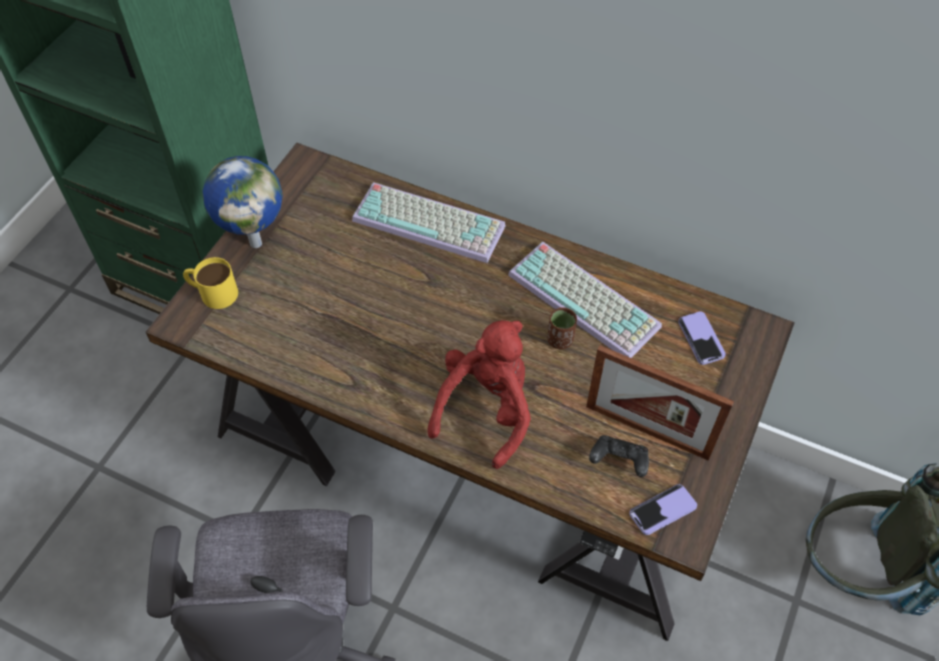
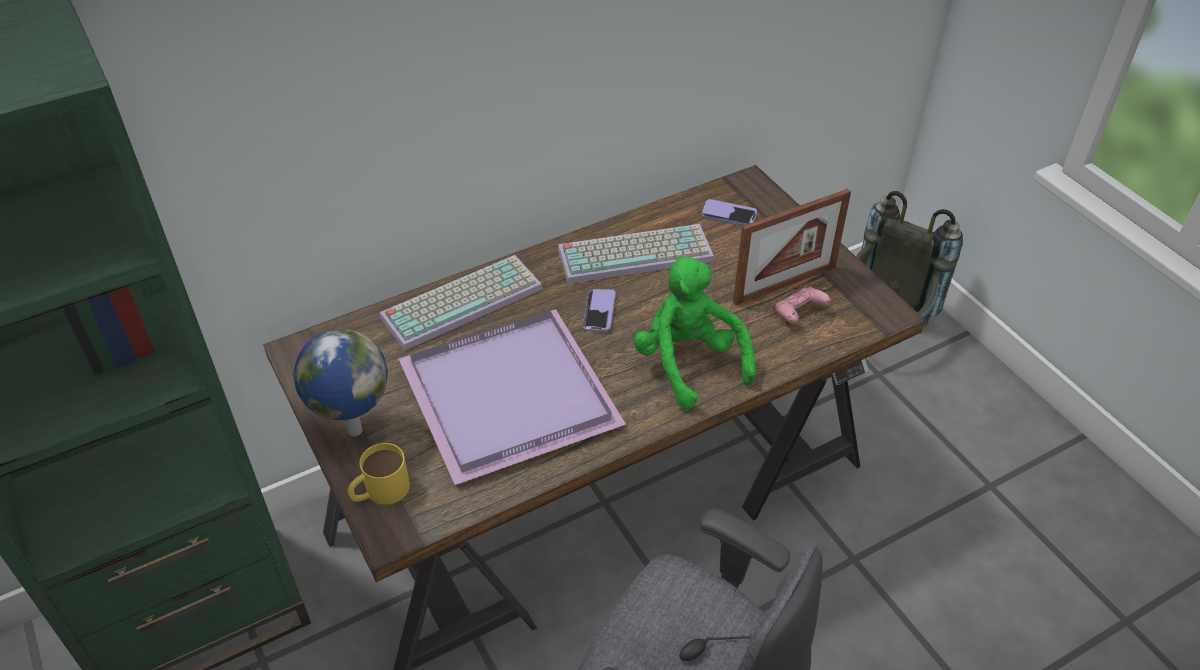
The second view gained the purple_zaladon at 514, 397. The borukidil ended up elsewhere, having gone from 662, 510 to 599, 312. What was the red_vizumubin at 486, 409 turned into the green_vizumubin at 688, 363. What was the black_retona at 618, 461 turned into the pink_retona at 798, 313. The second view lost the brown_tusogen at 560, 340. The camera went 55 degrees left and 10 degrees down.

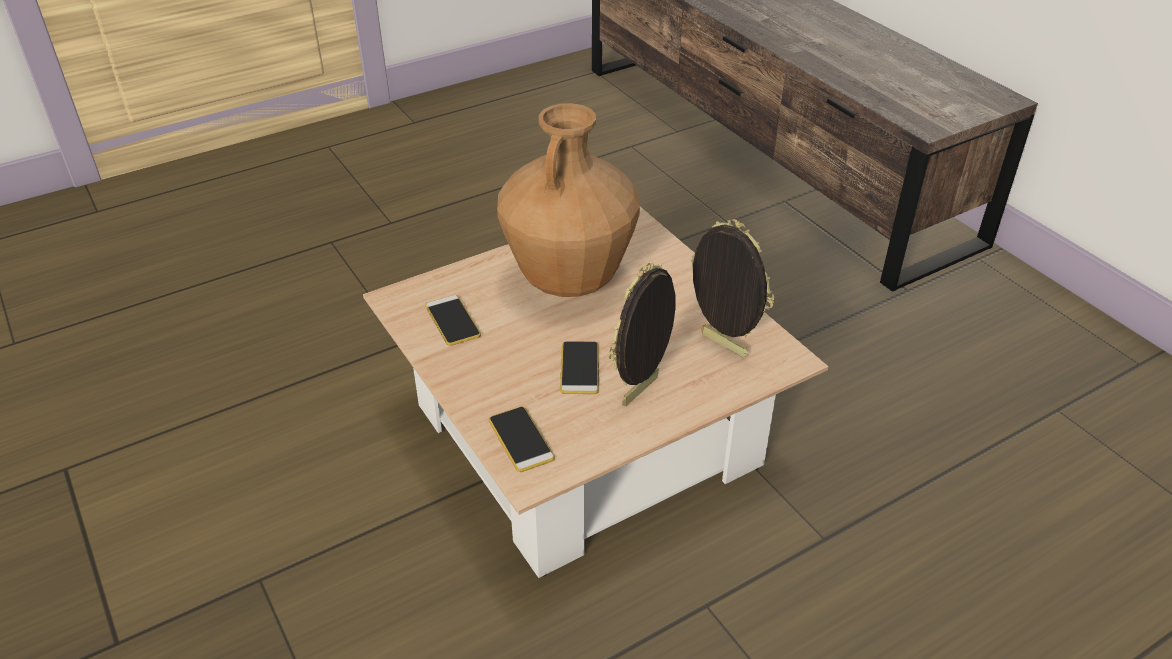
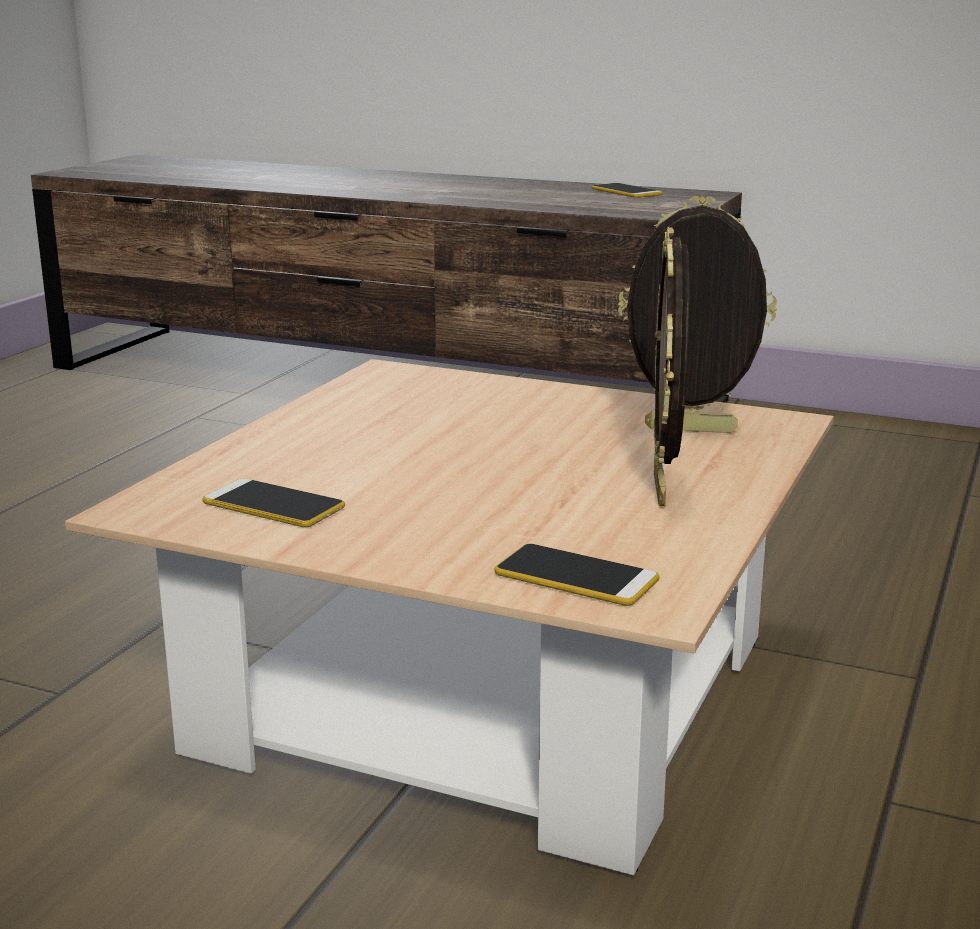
The borukidil ended up elsewhere, having gone from 580, 368 to 626, 192. The second view lost the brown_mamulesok at 569, 280. The camera went 35 degrees left and 20 degrees down.

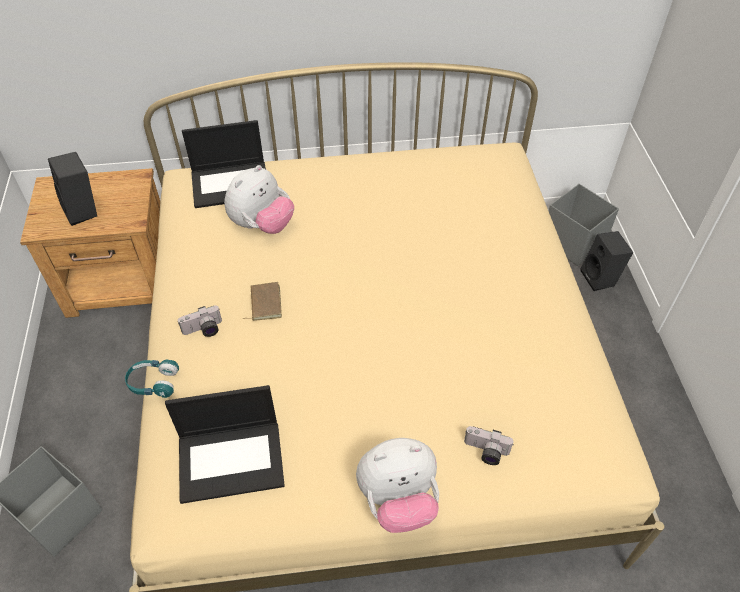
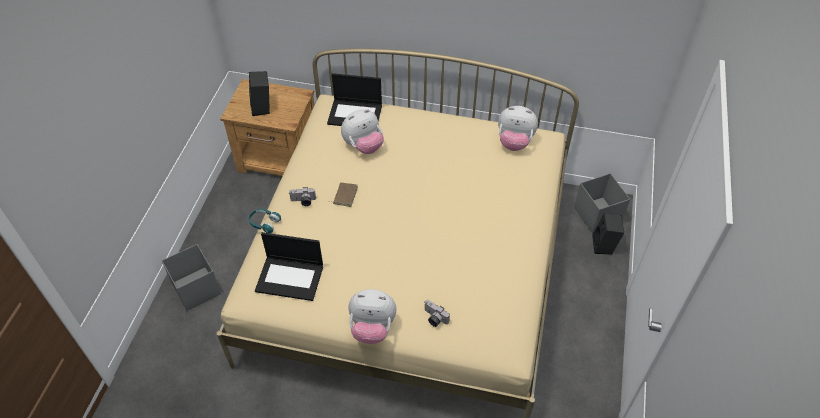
The second view gained the vizumubin at 514, 142. The camera went 20 degrees right and 0 degrees up.

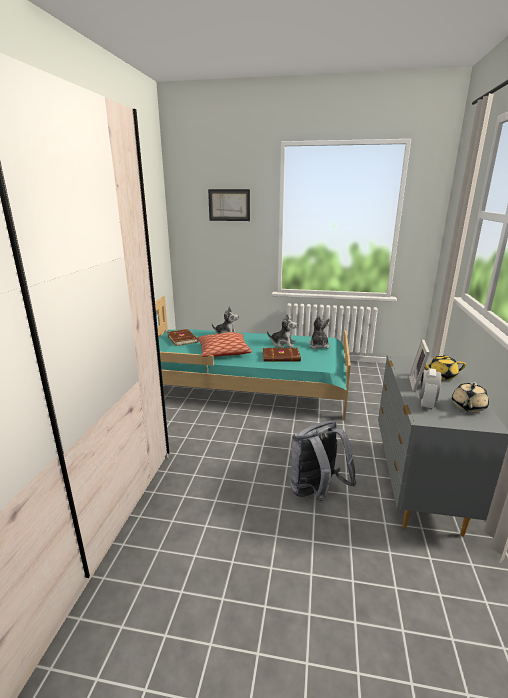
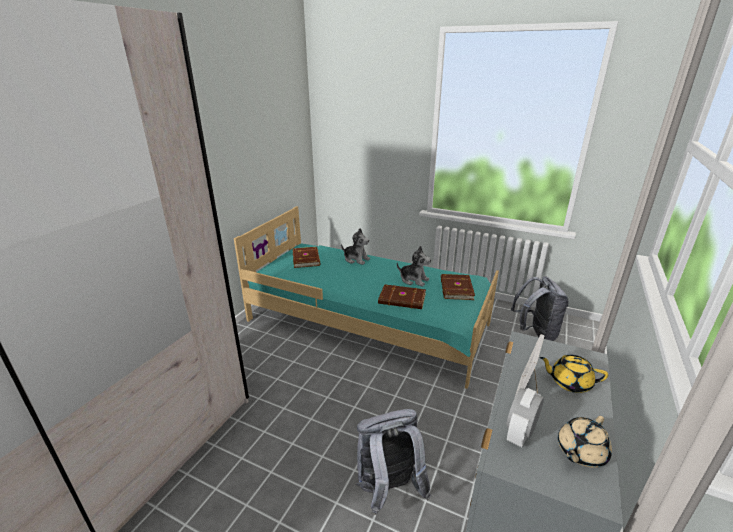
Where the vizumubin stood at 318, 346, the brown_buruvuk came to stand at 455, 289. The second view gained the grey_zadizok at 535, 333. The second view lost the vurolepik at 223, 352. The second view lost the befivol at 229, 205. The camera went 15 degrees right and 5 degrees up.

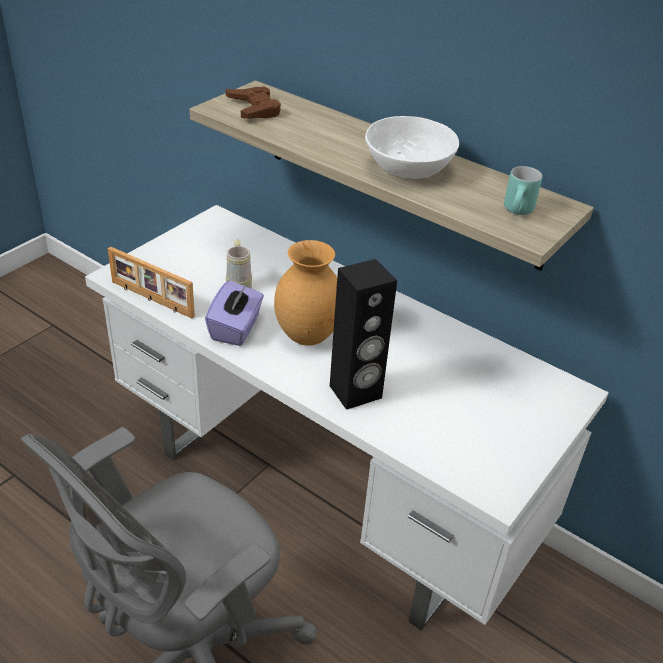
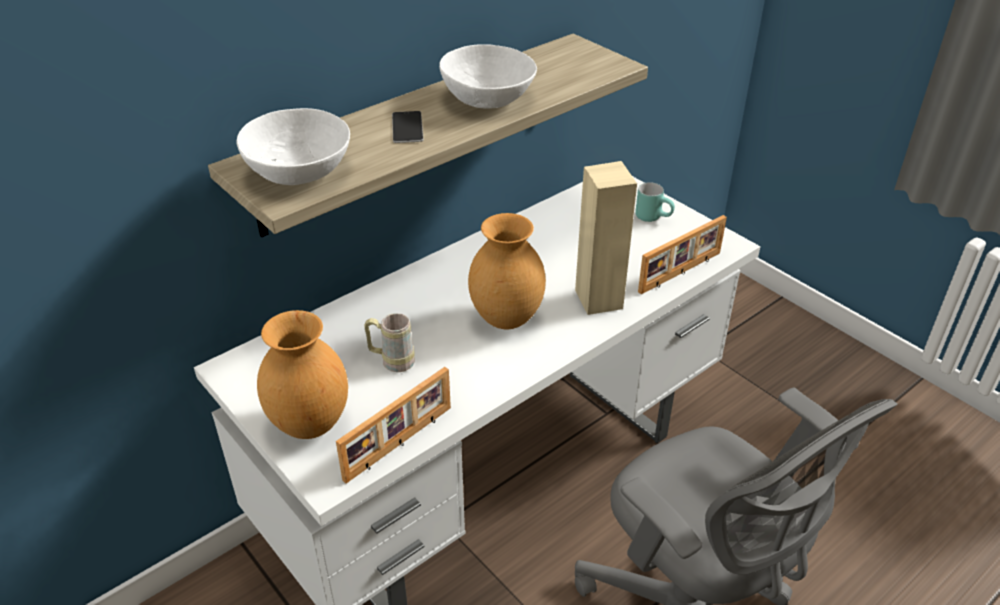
Where the brown_retona stood at 254, 109, the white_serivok came to stand at 300, 172. The second view gained the brown_mamulesok at 309, 425. The second view gained the borukidil at 407, 127. What was the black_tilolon at 356, 392 turned into the beige_tilolon at 599, 299. The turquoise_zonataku ended up elsewhere, having gone from 519, 212 to 654, 217. The second view gained the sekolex at 681, 273. The second view lost the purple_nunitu at 236, 328. The camera went 75 degrees left and 0 degrees up.

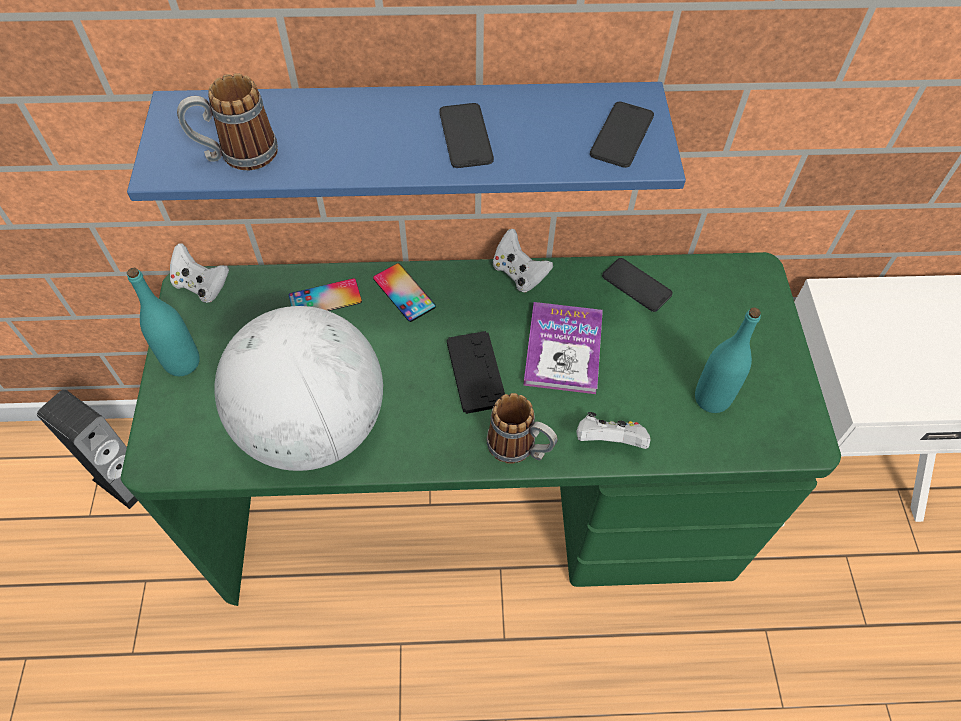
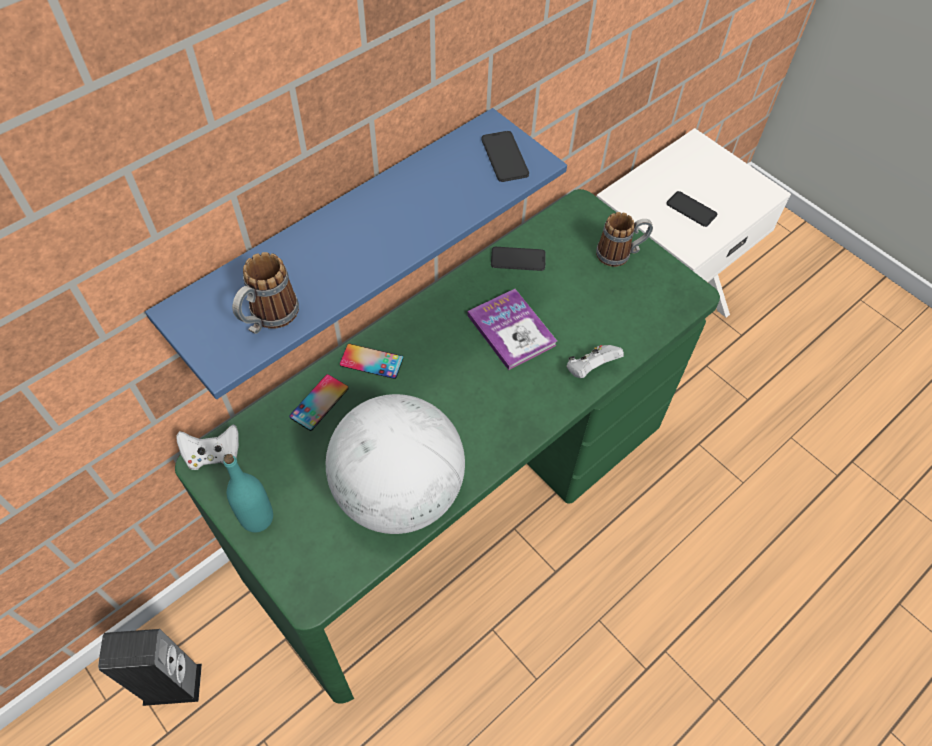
The zonataku ended up elsewhere, having gone from 520, 448 to 620, 254. The borukidil ended up elsewhere, having gone from 466, 136 to 691, 209. The second view lost the black_retona at 476, 373. The second view lost the white_retona at 519, 274. The second view lost the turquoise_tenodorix at 712, 398. The camera went 40 degrees left and 0 degrees up.

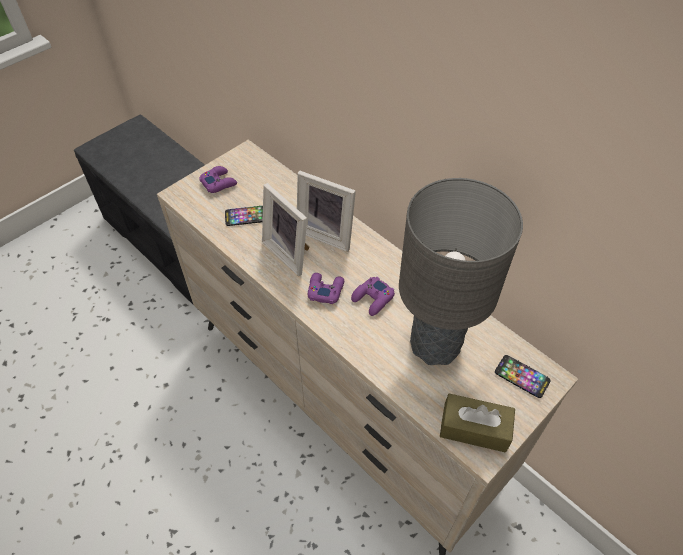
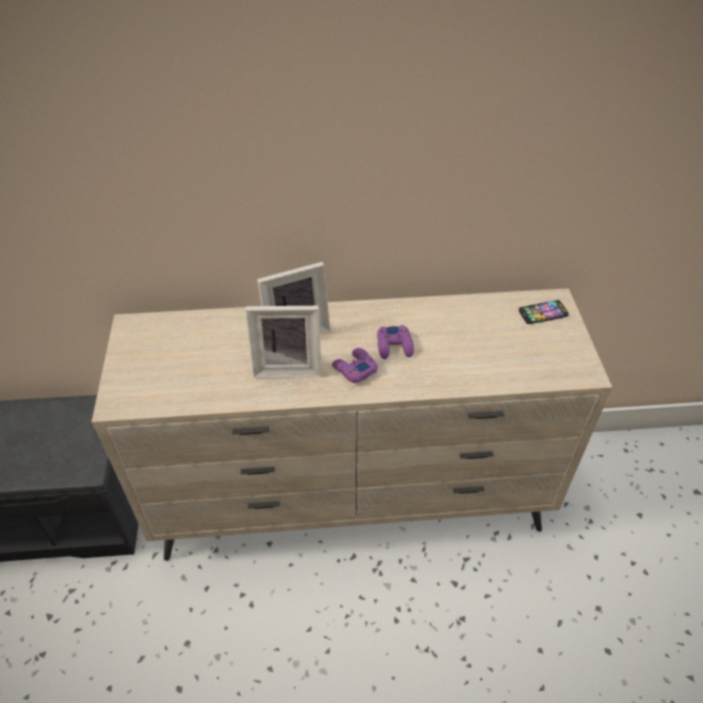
The second view lost the purple_retona at 219, 183. The second view lost the borukidil at 246, 216. The second view lost the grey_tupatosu at 434, 344. The second view lost the brown_nunitu at 474, 428. The camera went 50 degrees left and 5 degrees down.

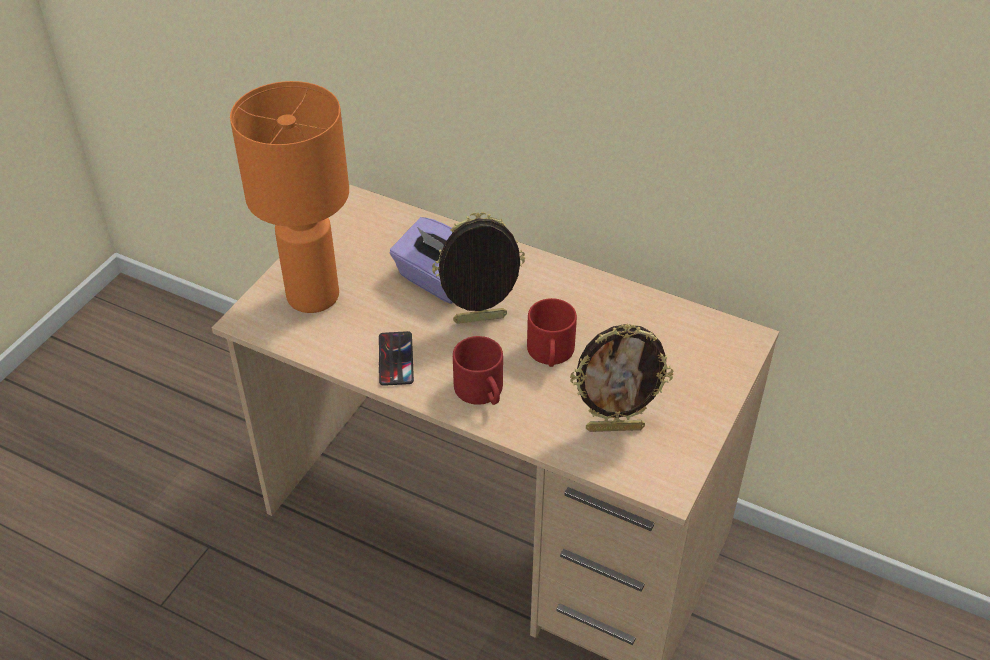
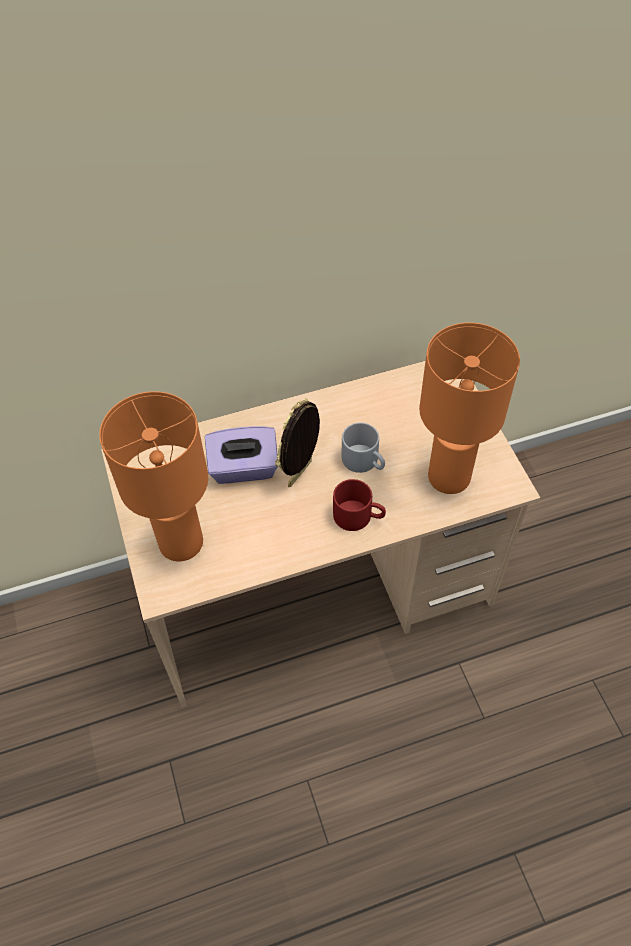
What was the red_zonataku at 551, 354 turned into the grey_zonataku at 365, 461. Where the sekolex stood at 615, 427, the orange_tupatosu came to stand at 448, 476. The second view lost the borukidil at 395, 359. The camera went 45 degrees left and 10 degrees up.

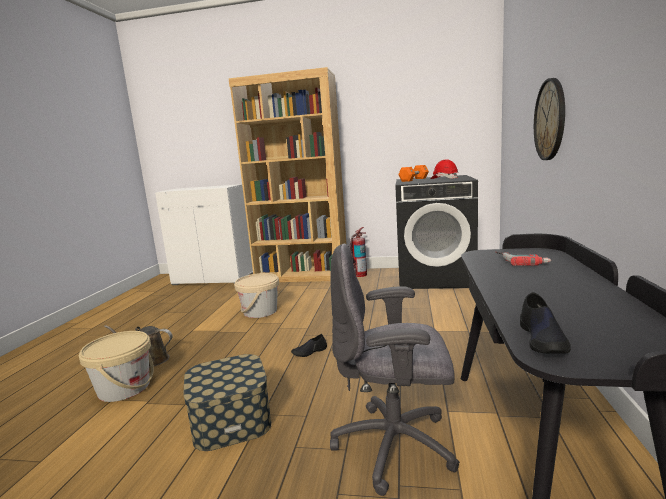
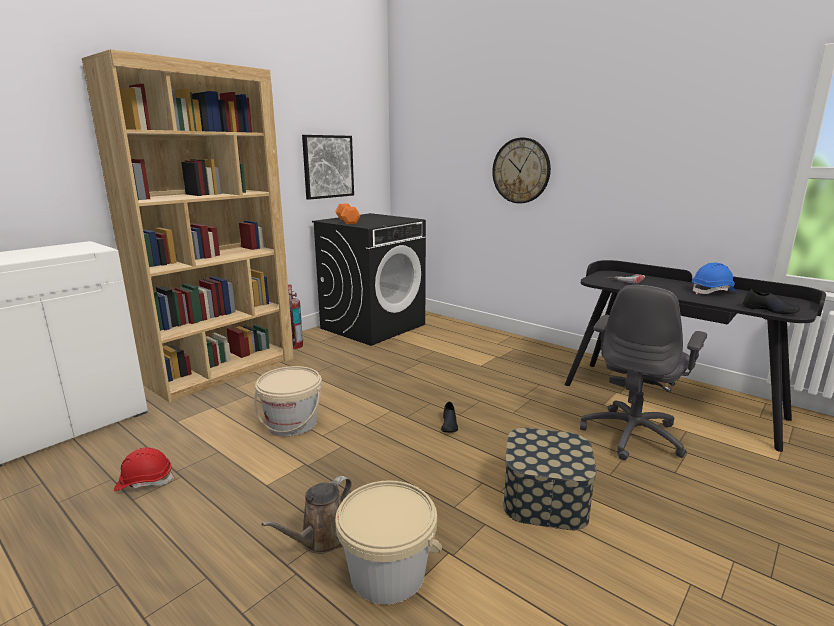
The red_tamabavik ended up elsewhere, having gone from 444, 179 to 144, 482. The second view gained the befivol at 328, 166. The second view gained the blue_tamabavik at 713, 292. The camera went 60 degrees left and 5 degrees up.

